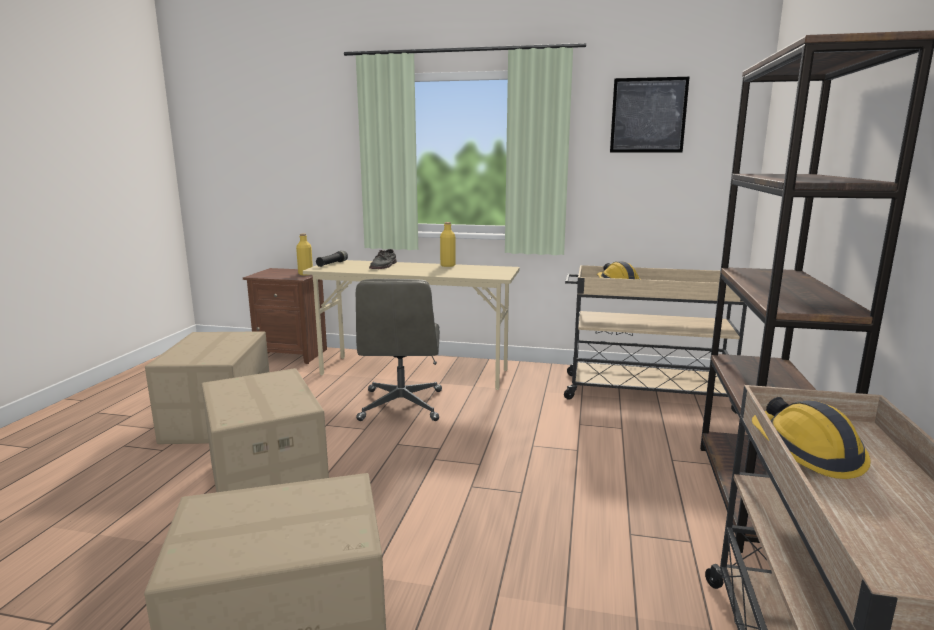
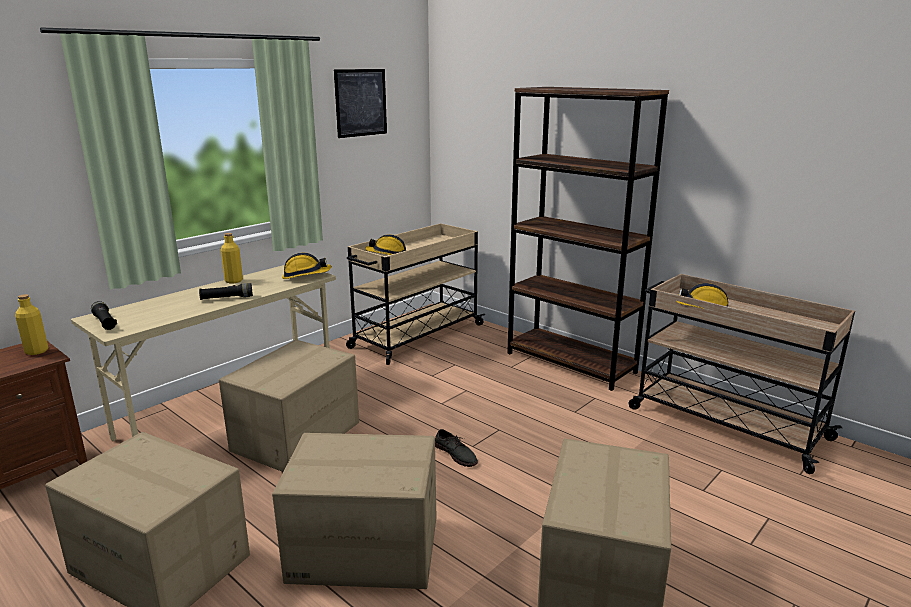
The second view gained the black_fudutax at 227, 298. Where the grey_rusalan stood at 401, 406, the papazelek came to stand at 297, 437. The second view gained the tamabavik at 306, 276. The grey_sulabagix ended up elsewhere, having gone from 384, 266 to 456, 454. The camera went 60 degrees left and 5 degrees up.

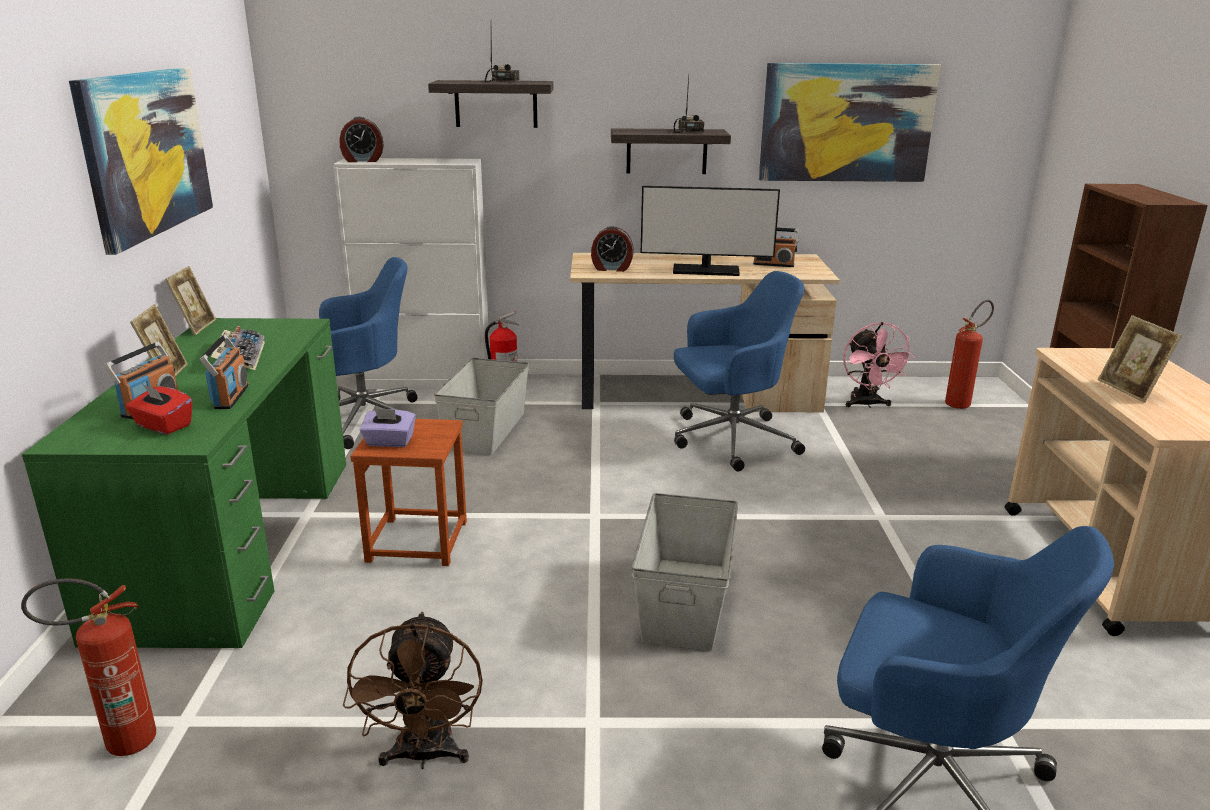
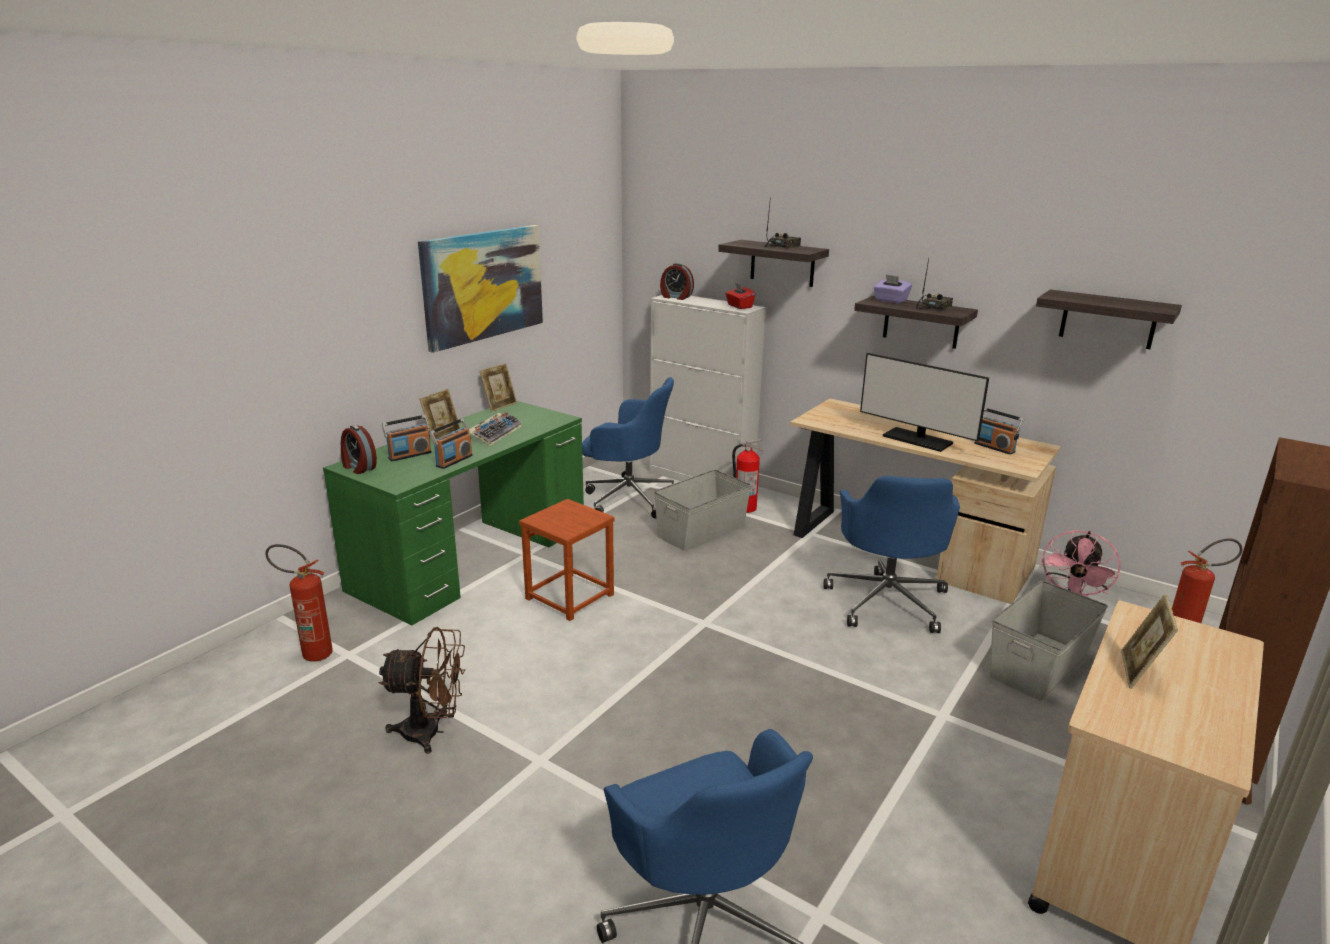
The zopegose ended up elsewhere, having gone from 612, 268 to 358, 467. The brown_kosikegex at 424, 756 ended up facing another way, 120 degrees counterclockwise from before. The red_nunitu ended up elsewhere, having gone from 163, 426 to 739, 306. The blue_rusalan at 730, 440 ended up facing another way, 75 degrees clockwise from before. The purple_nunitu ended up elsewhere, having gone from 389, 442 to 890, 300. The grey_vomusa ended up elsewhere, having gone from 685, 601 to 1040, 665. Where the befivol hung at 846, 123, the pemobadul came to hang at 1108, 319. The camera went 35 degrees right and 0 degrees up.

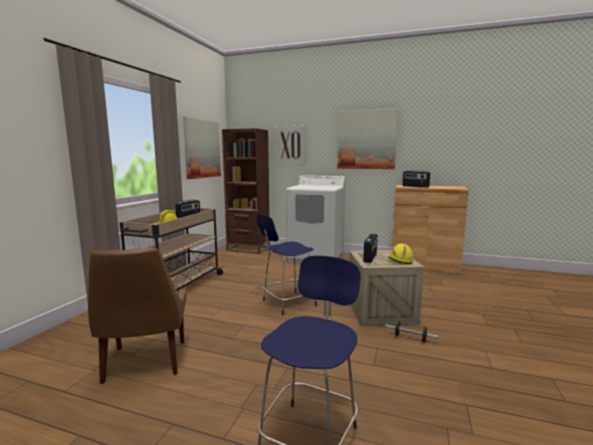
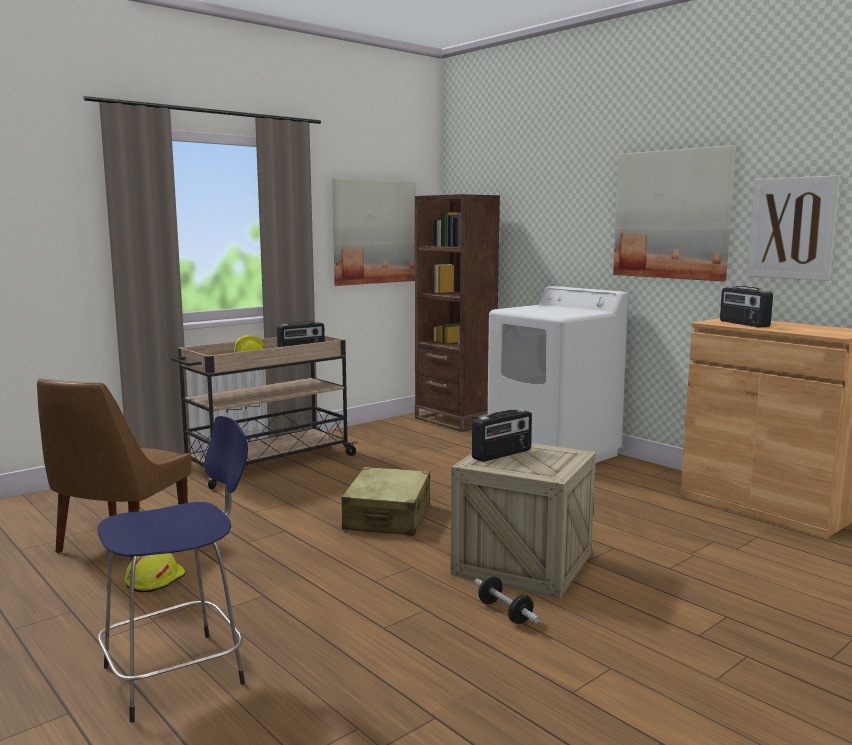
The yellow_tamabavik ended up elsewhere, having gone from 399, 260 to 154, 580. Where the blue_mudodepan stood at 287, 303, the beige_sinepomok came to stand at 388, 517. The befivol ended up elsewhere, having gone from 290, 145 to 791, 228. The camera went 30 degrees right and 0 degrees up.

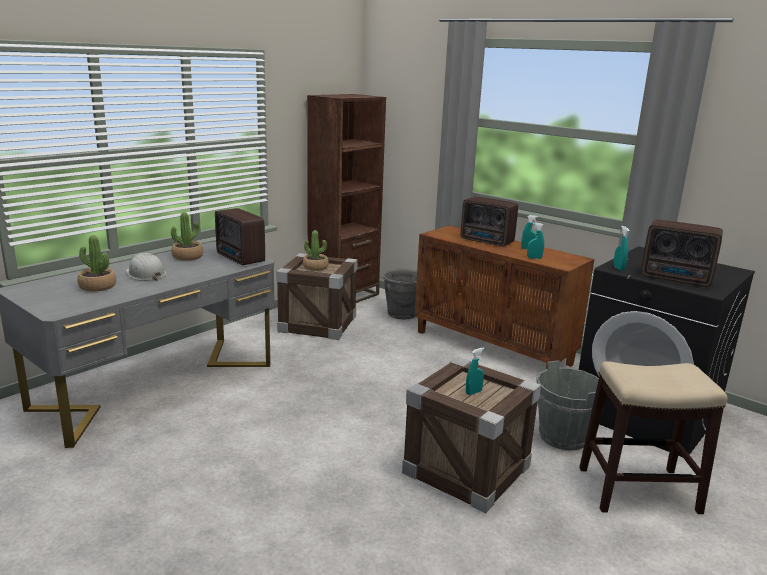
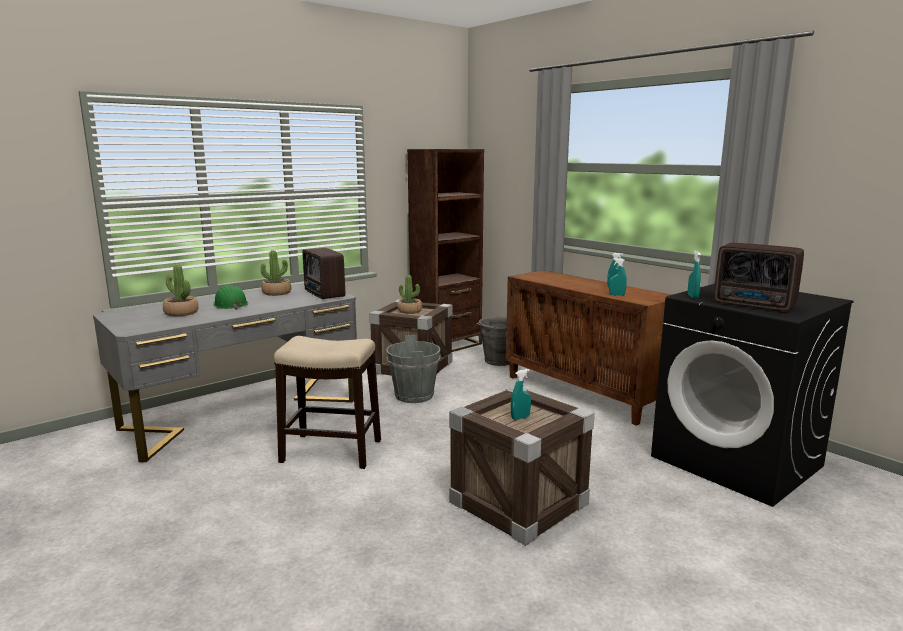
What was the white_tamabavik at 145, 274 turned into the green_tamabavik at 230, 305. The mudodepan ended up elsewhere, having gone from 637, 490 to 330, 451. The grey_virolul ended up elsewhere, having gone from 563, 437 to 413, 396. The second view lost the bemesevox at 487, 241. The camera went 10 degrees right and 5 degrees down.

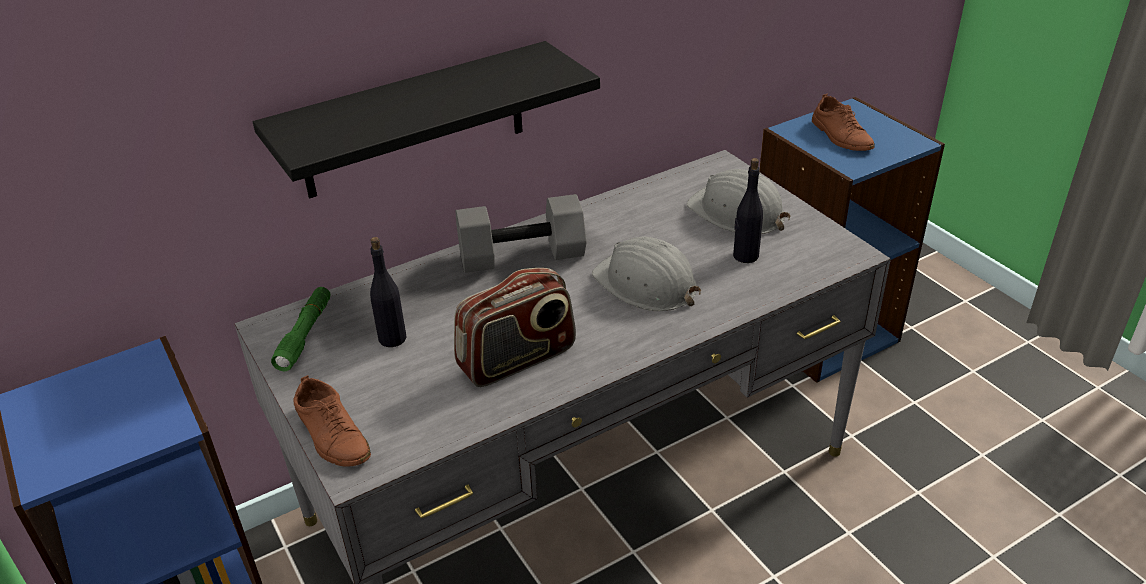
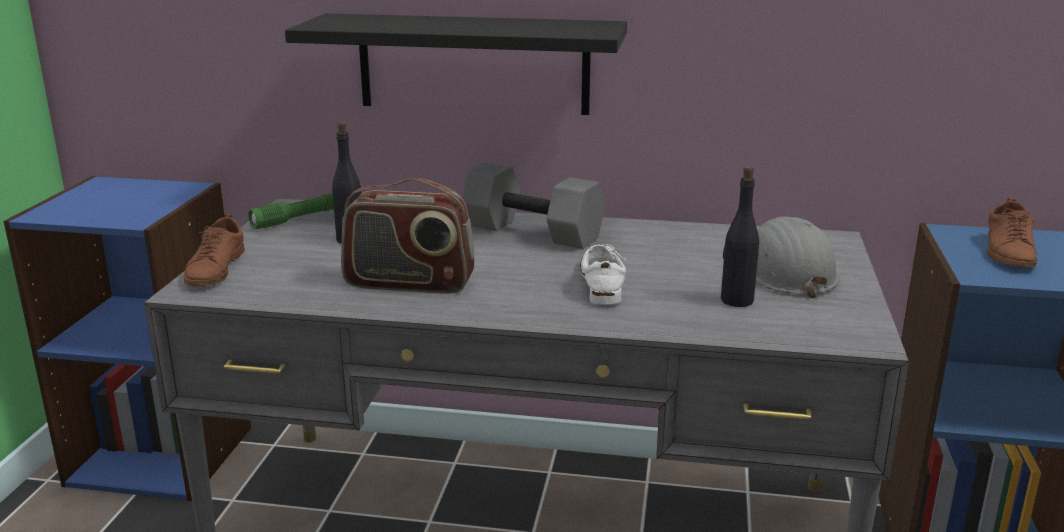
Where the grey_tamabavik stood at 646, 284, the white_sulabagix came to stand at 601, 283. The camera went 40 degrees right and 15 degrees down.

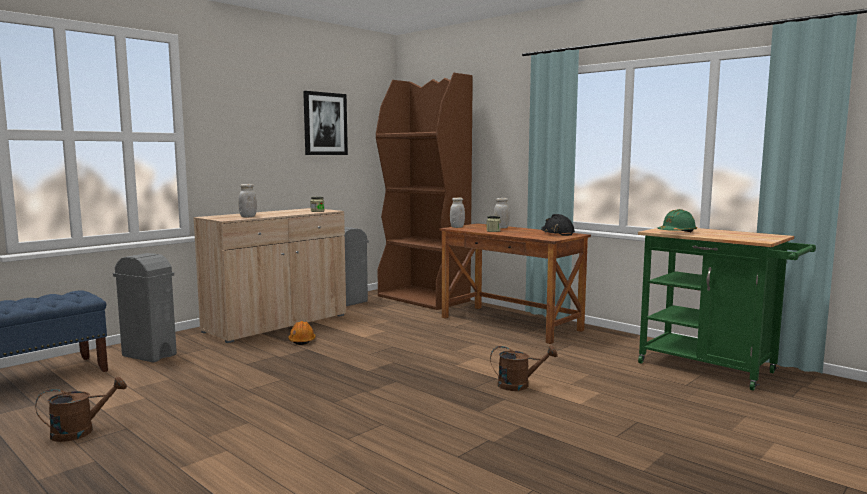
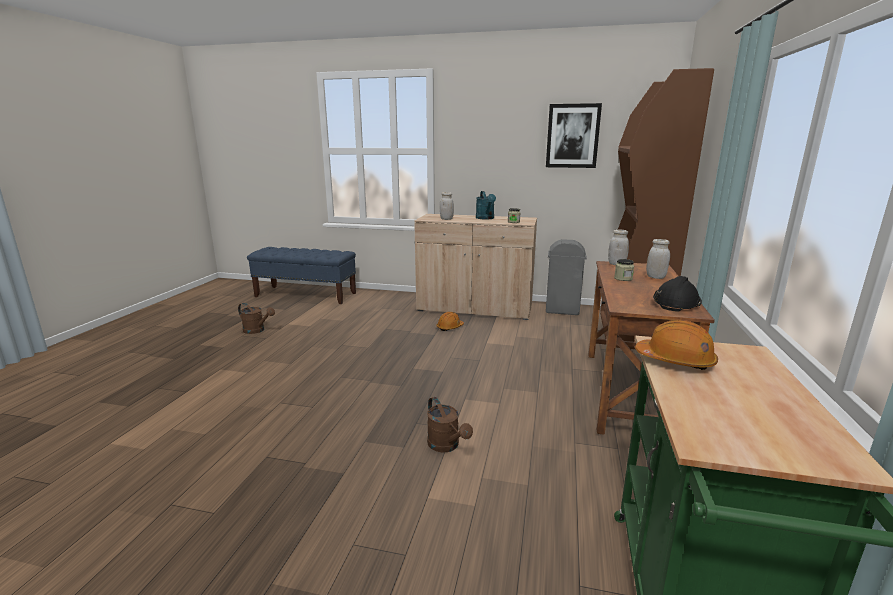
The second view gained the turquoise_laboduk at 486, 218. What was the green_tamabavik at 677, 232 turned into the orange_tamabavik at 675, 360. The second view lost the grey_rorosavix at 149, 355. The camera went 60 degrees right and 10 degrees up.

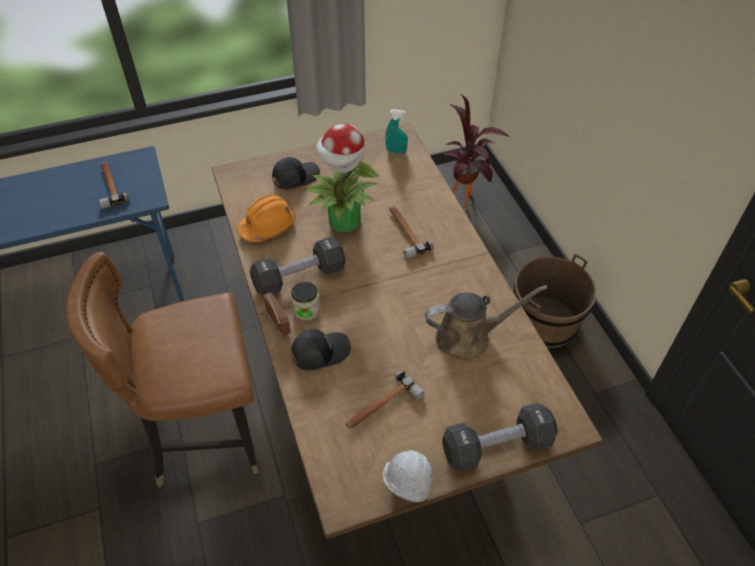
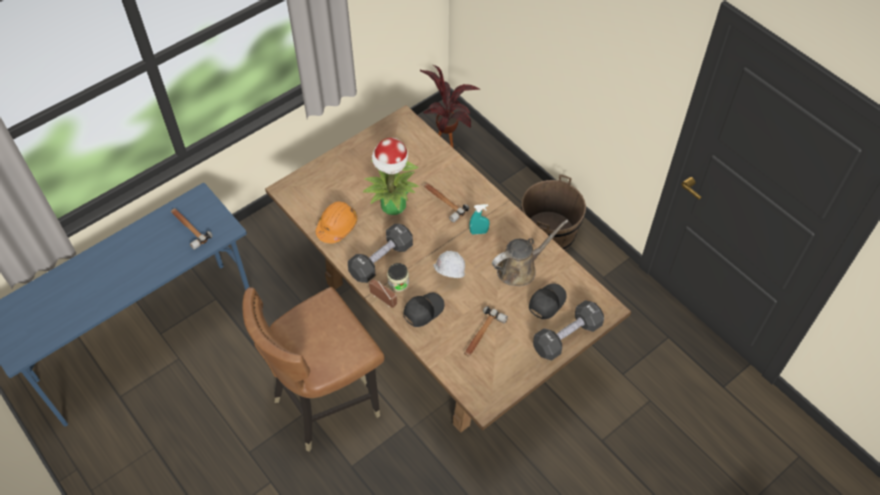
The white_tamabavik ended up elsewhere, having gone from 404, 489 to 448, 277. The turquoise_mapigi ended up elsewhere, having gone from 396, 151 to 478, 232. The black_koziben ended up elsewhere, having gone from 295, 177 to 546, 302. The camera went 20 degrees left and 5 degrees up.

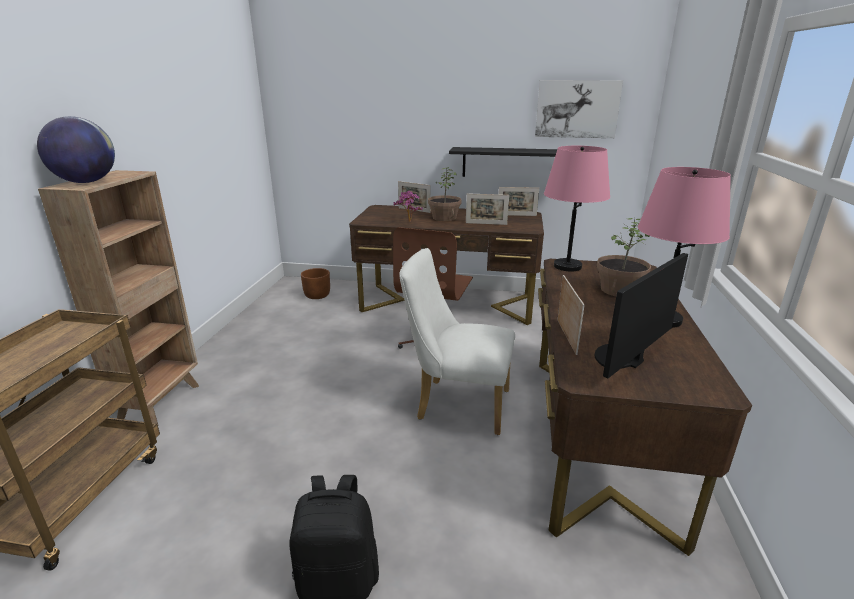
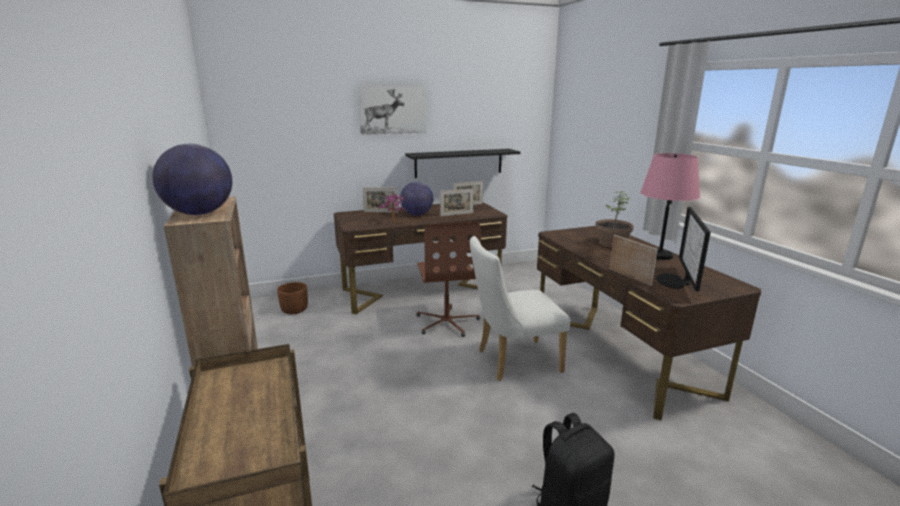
The befivol ended up elsewhere, having gone from 577, 109 to 392, 109. Where the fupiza stood at 444, 218, the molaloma came to stand at 416, 214. The second view lost the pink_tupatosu at 567, 266. The camera went 30 degrees left and 5 degrees down.

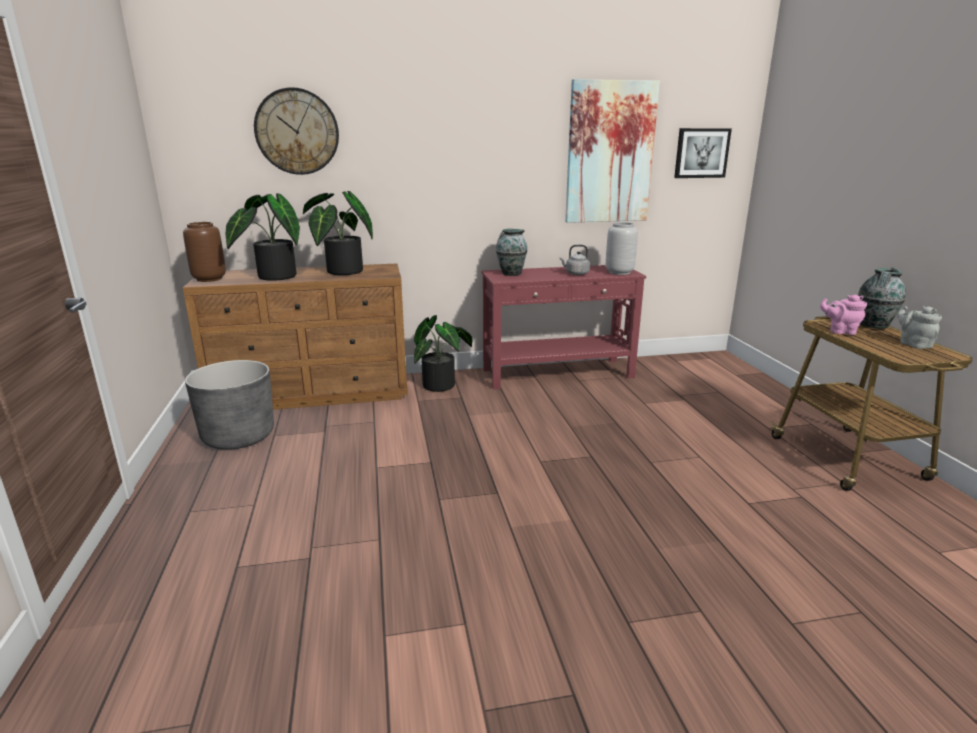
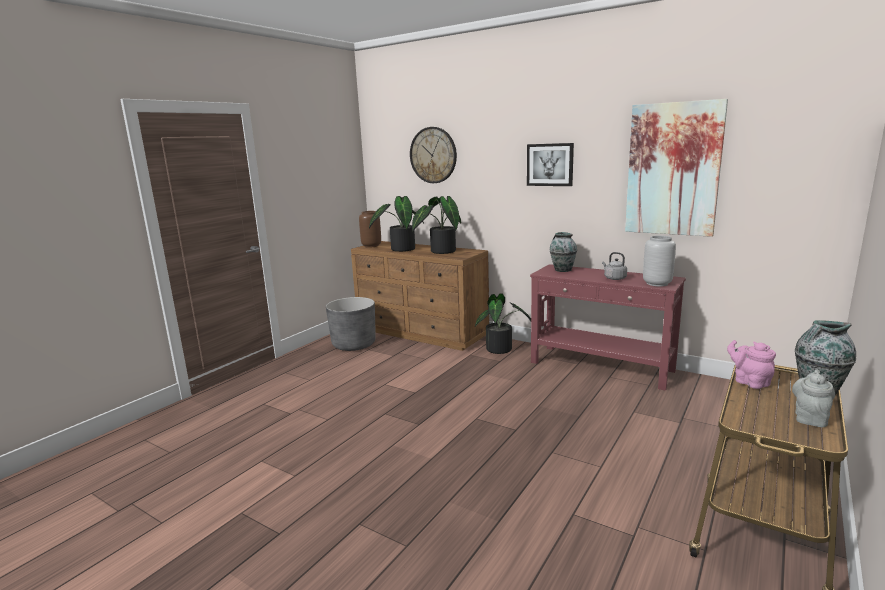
The befivol ended up elsewhere, having gone from 701, 153 to 550, 164. The camera went 45 degrees right and 5 degrees down.

